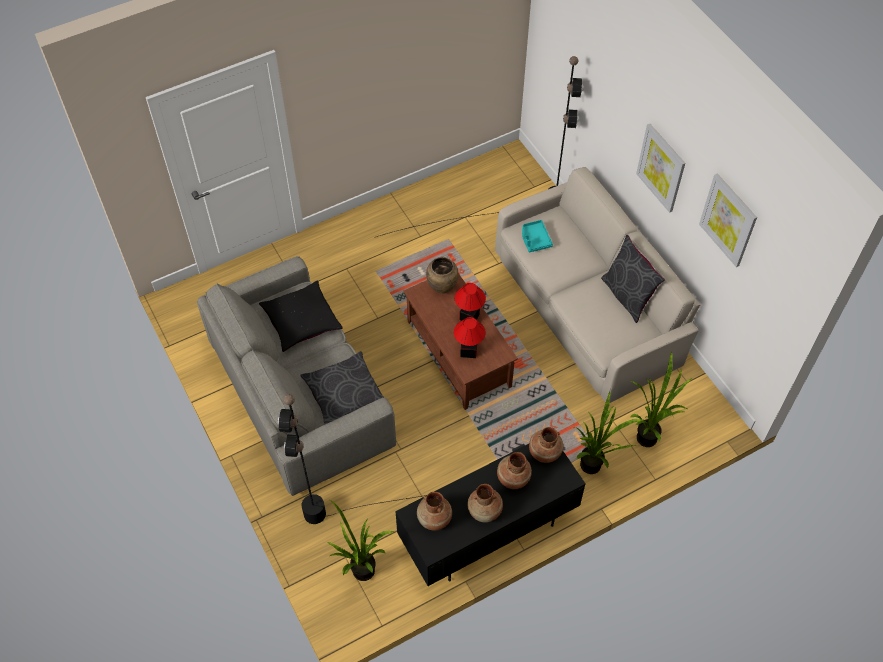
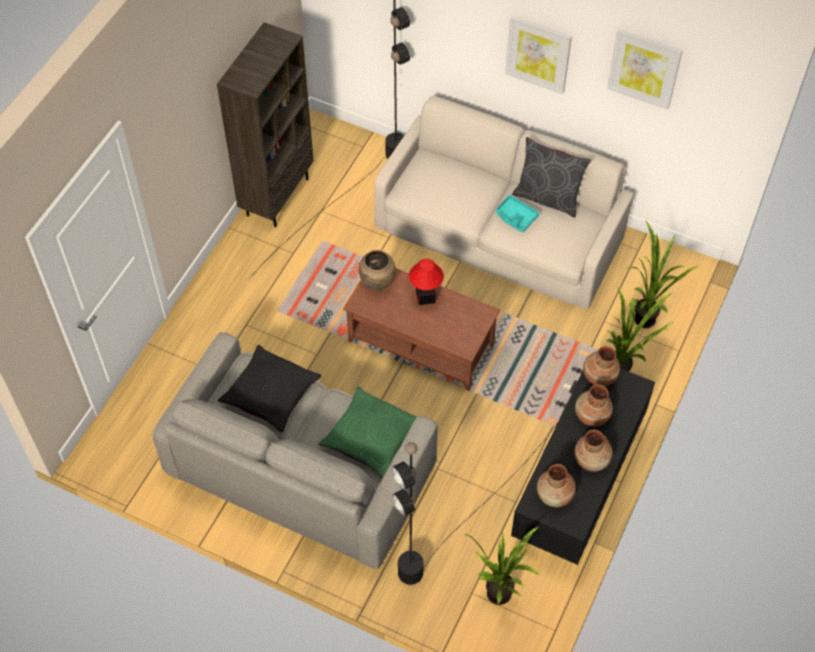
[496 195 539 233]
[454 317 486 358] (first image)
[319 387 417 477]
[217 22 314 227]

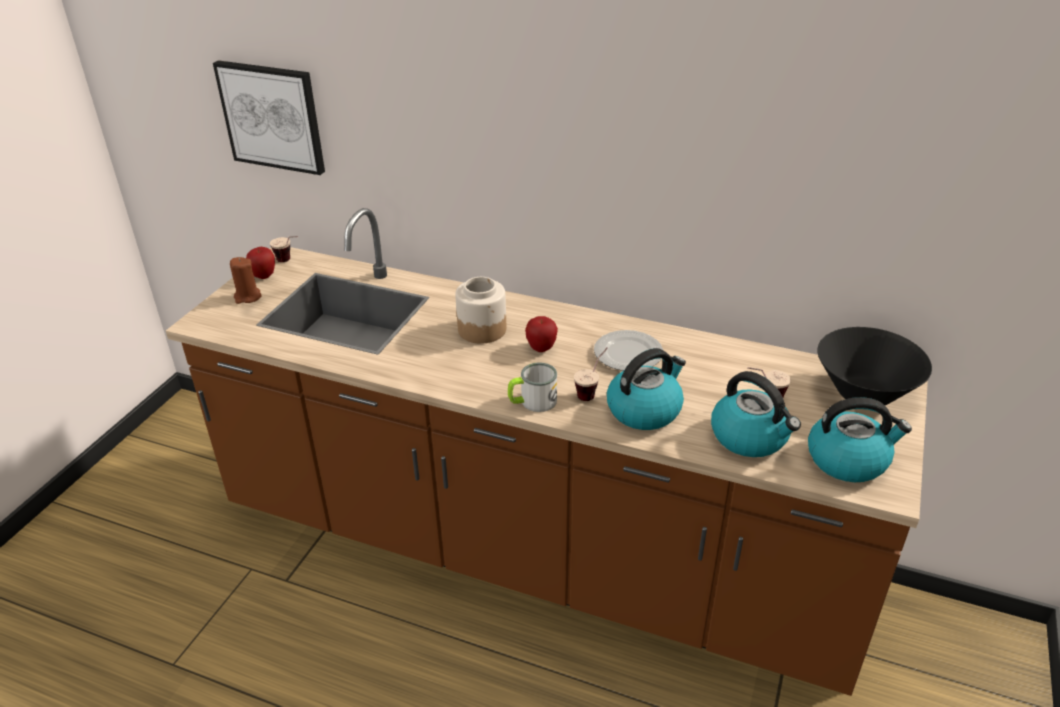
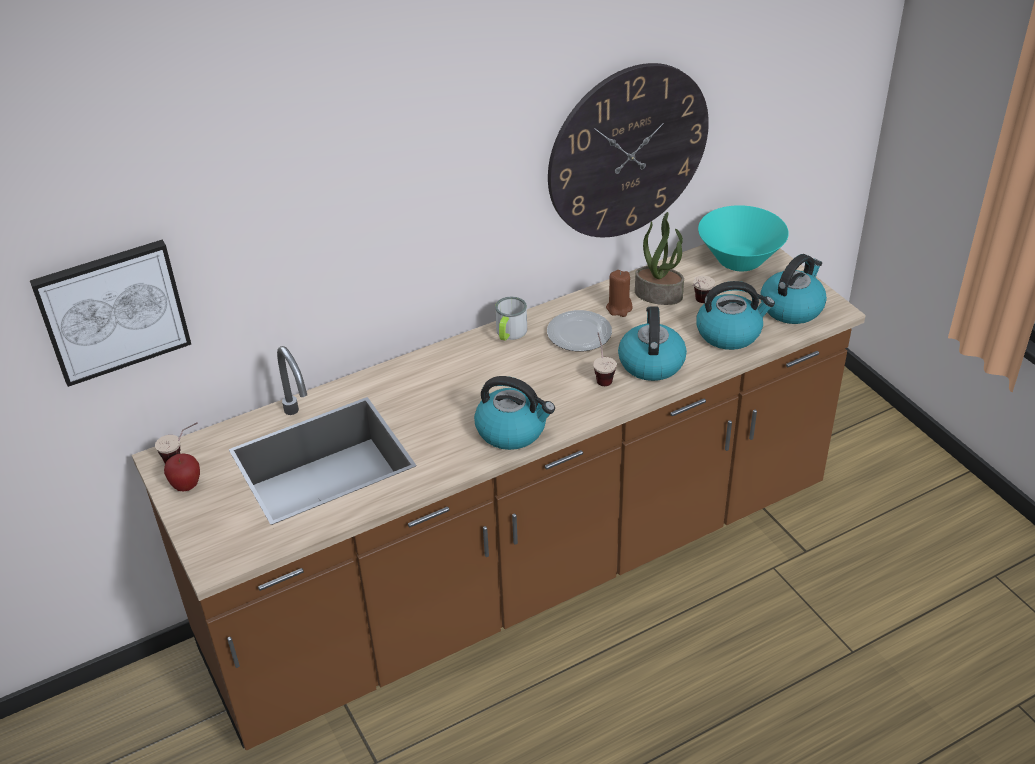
[606 270 633 317]
[455 277 506 344] (first image)
[525 316 558 352] (first image)
[698 205 789 271]
[495 296 527 341]
[548 63 709 237]
[635 212 684 305]
[474 376 555 450]

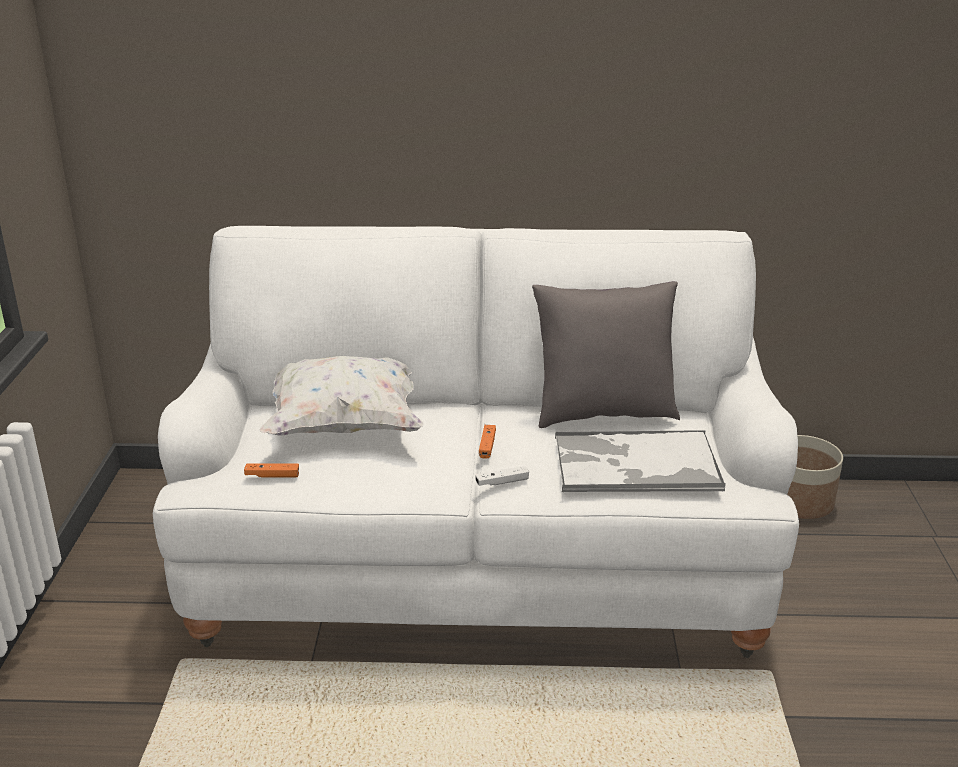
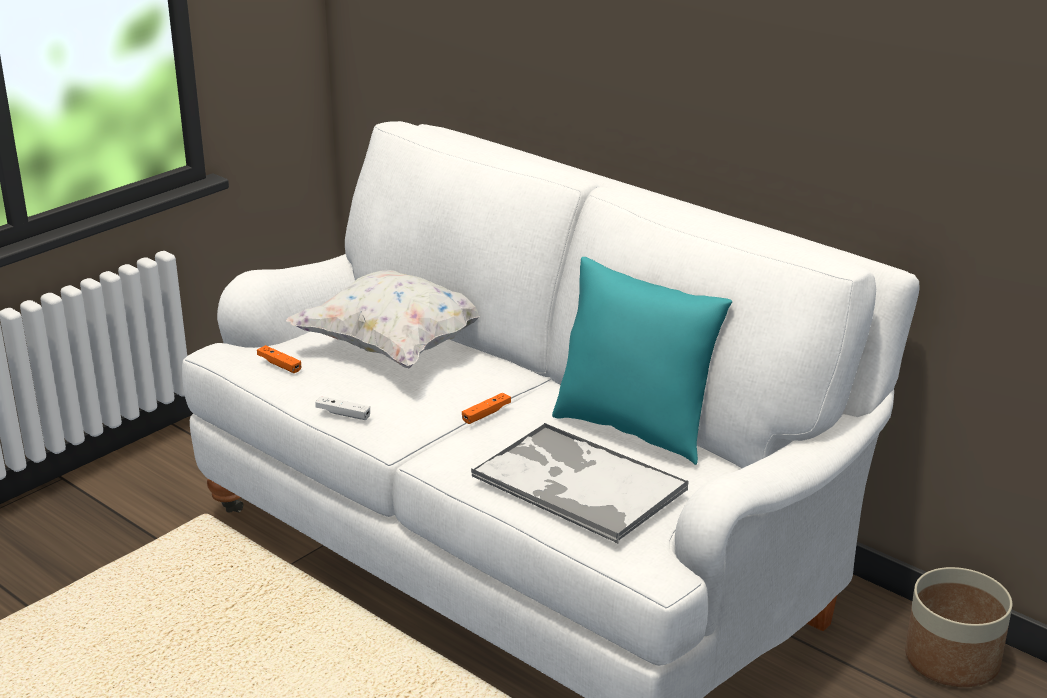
[552 257 732 465]
[315 396 370 420]

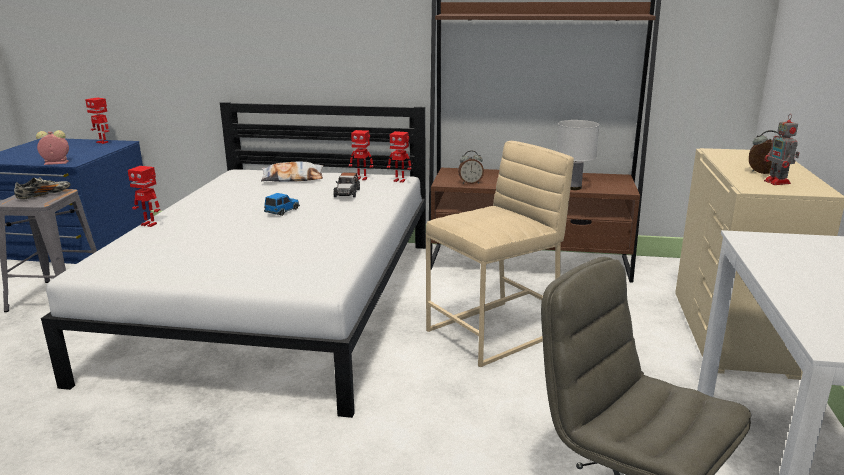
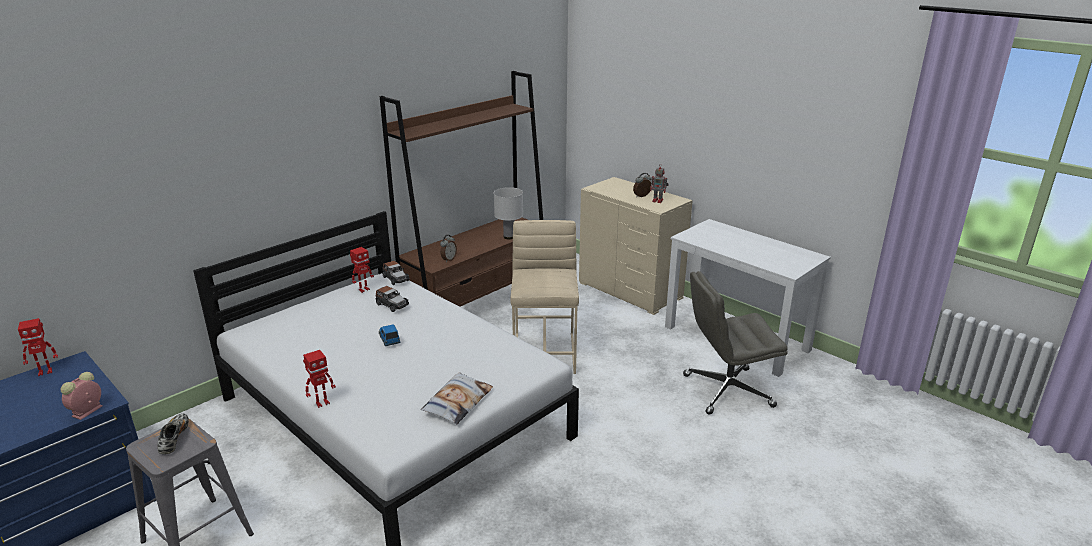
[383 261 410 285]
[421 372 493 424]

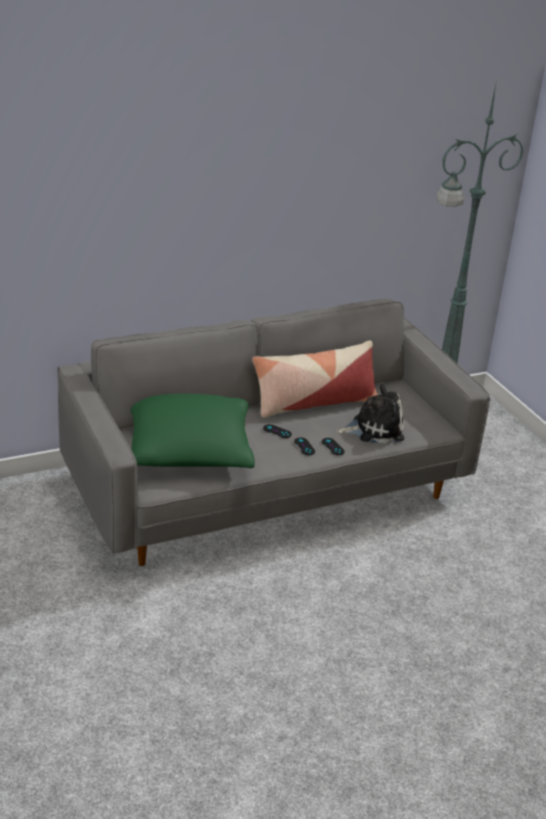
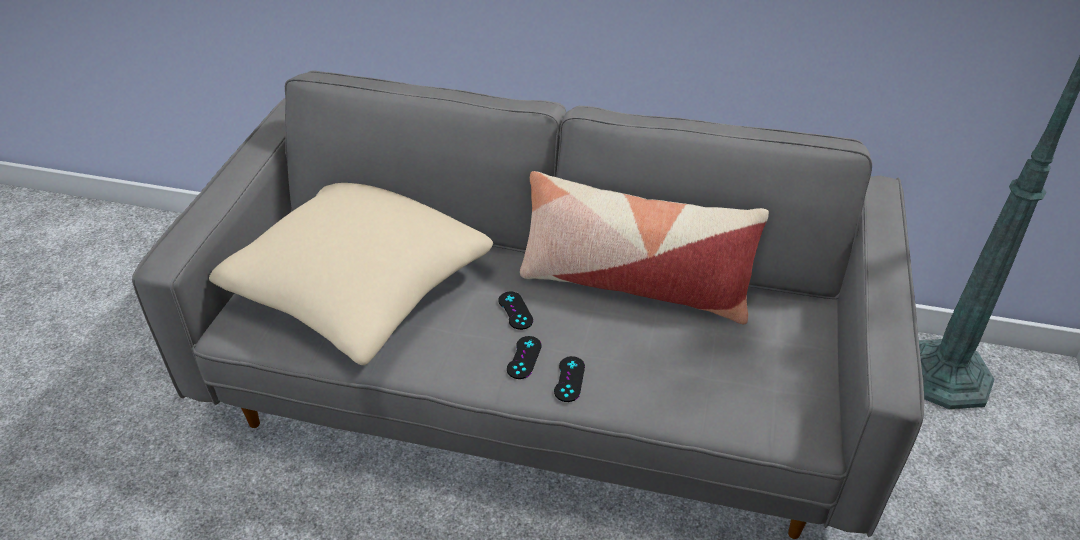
[336 384 404 444] (first image)
[209 183 493 365]

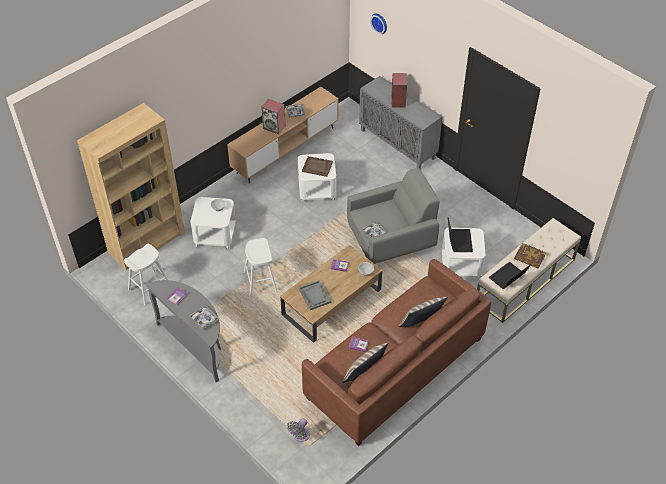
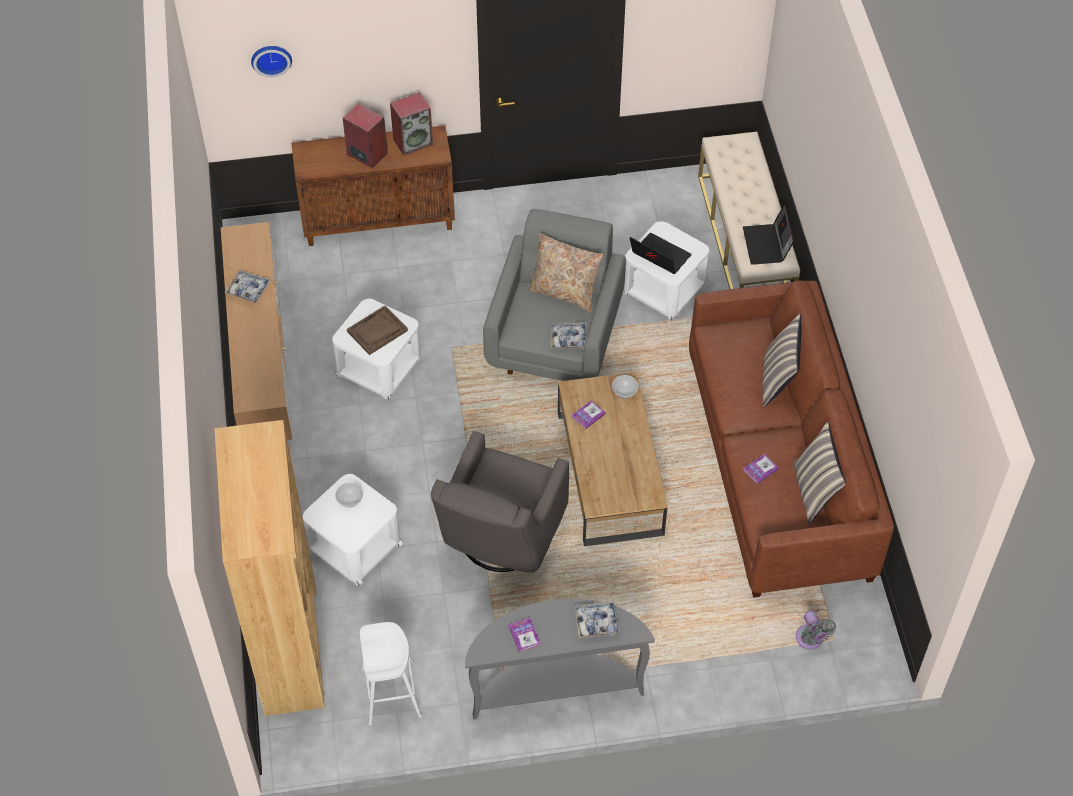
[291 126 455 246]
[390 92 433 156]
[431 431 569 573]
[514 243 546 268] (first image)
[299 280 331 310] (first image)
[528 233 603 312]

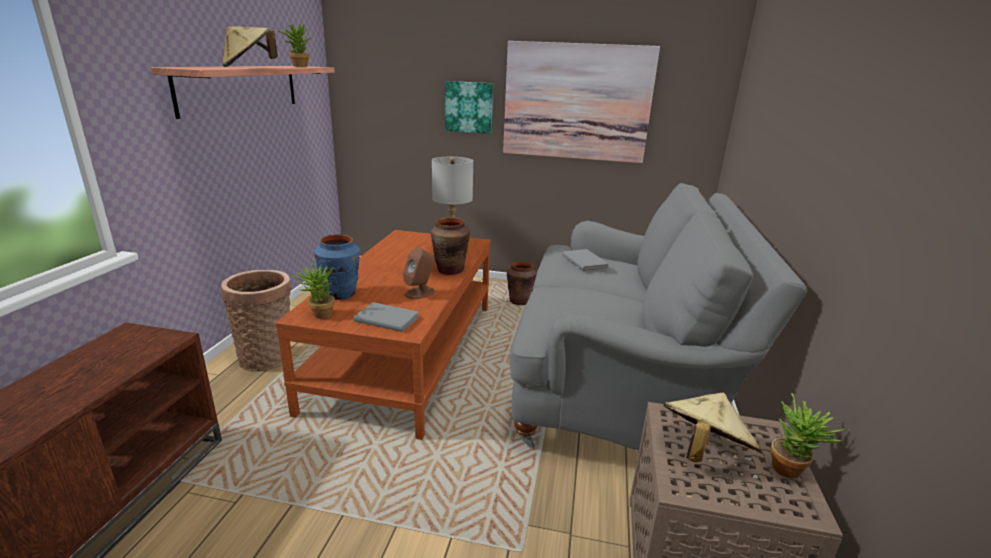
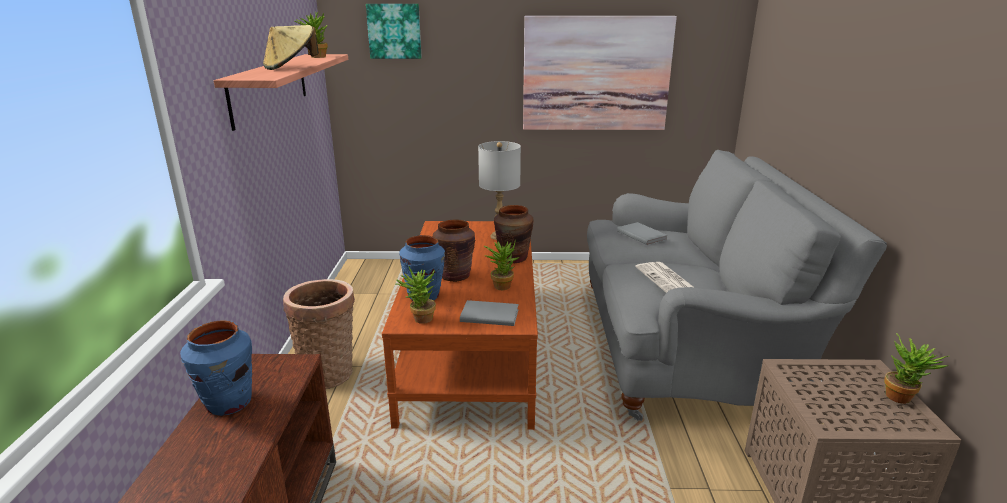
[366 4 422 59]
[484 239 519 290]
[433 219 475 282]
[663 393 761 462] (first image)
[635 262 695 293]
[180 320 252 416]

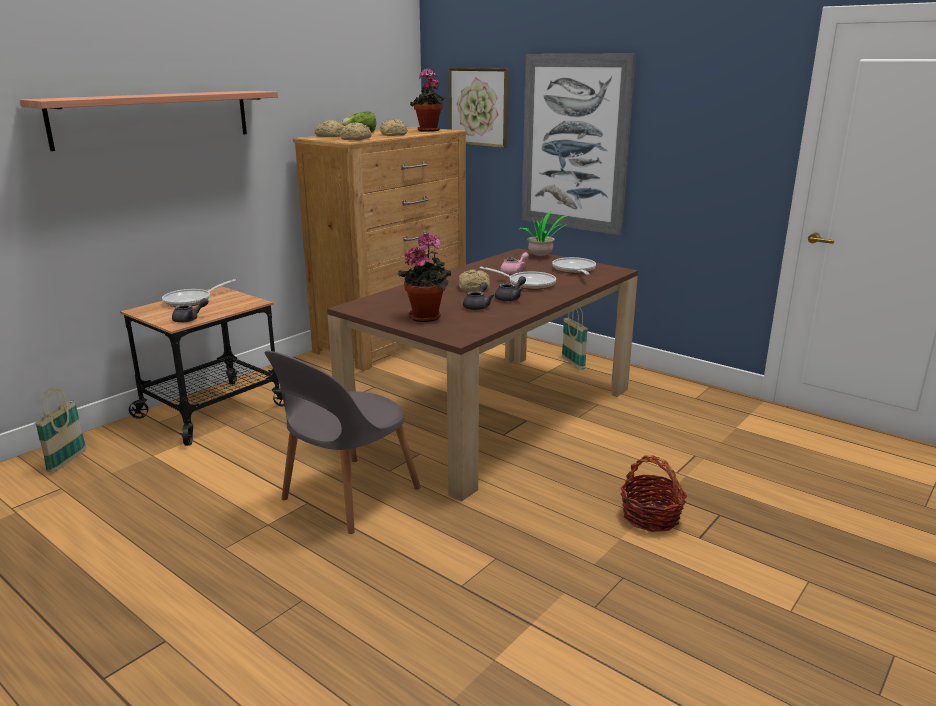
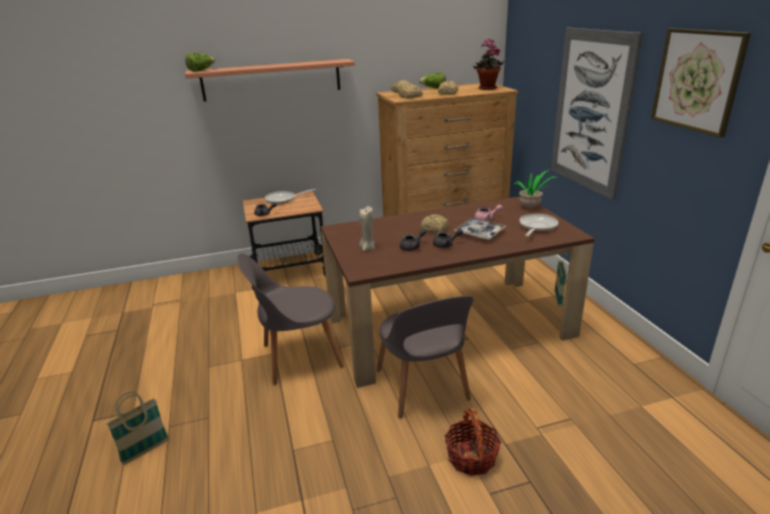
[651 28 751 138]
[359 206 375 251]
[453 218 506 239]
[106 392 169 465]
[185 53 215 72]
[377 296 474 419]

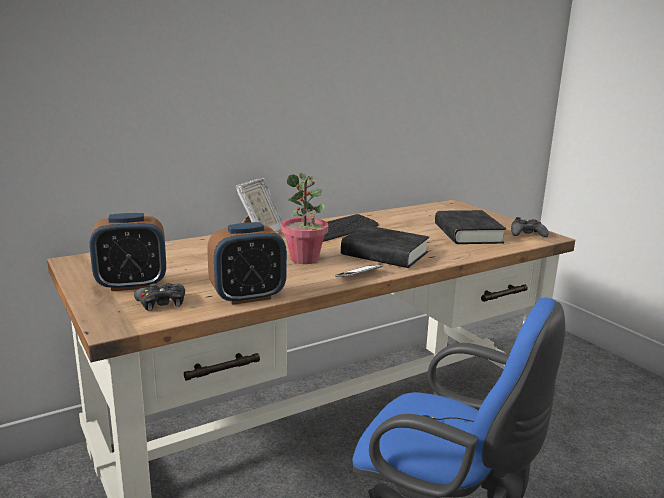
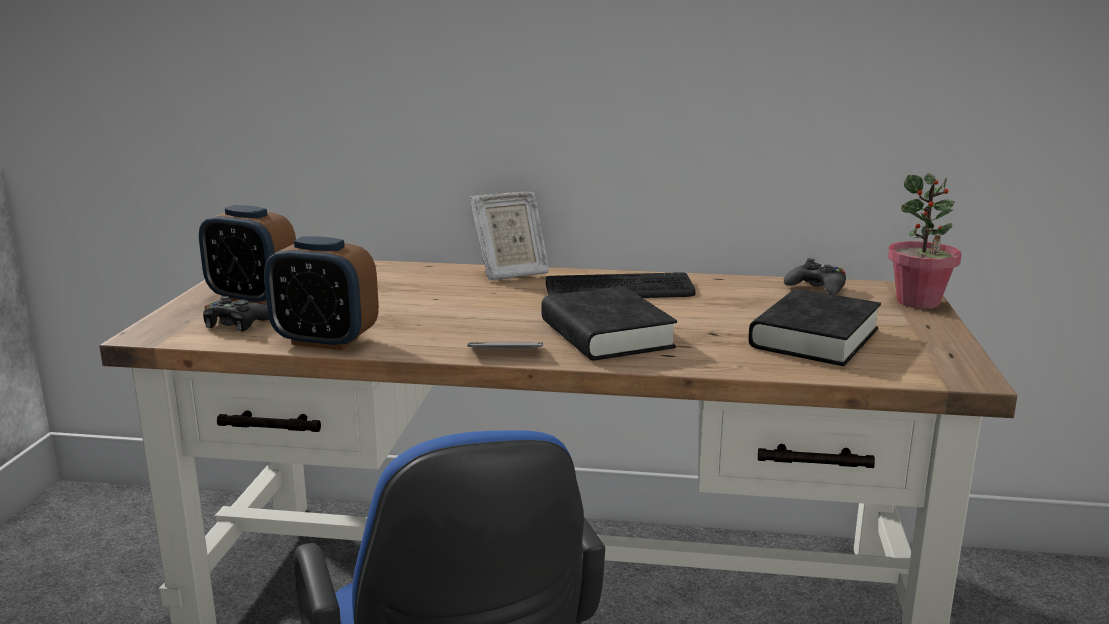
[888 173 962 309]
[784 258 846 295]

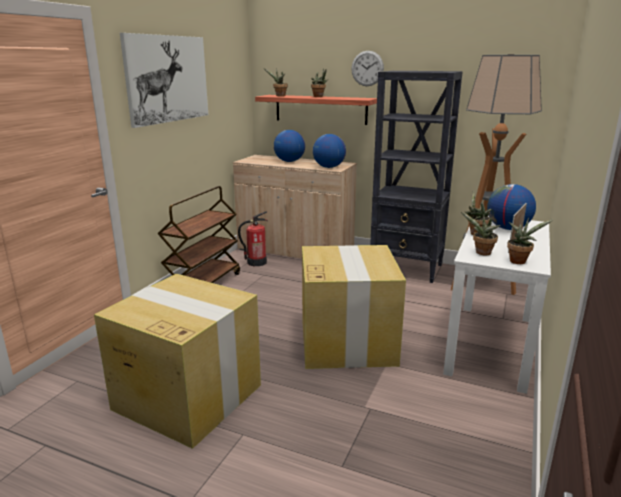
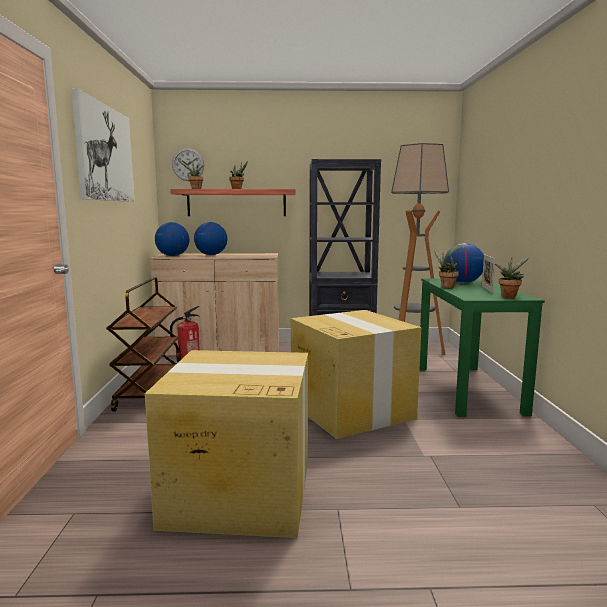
[172 148 204 181]
[155 222 189 256]
[461 212 501 255] (first image)
[419 278 545 417]

